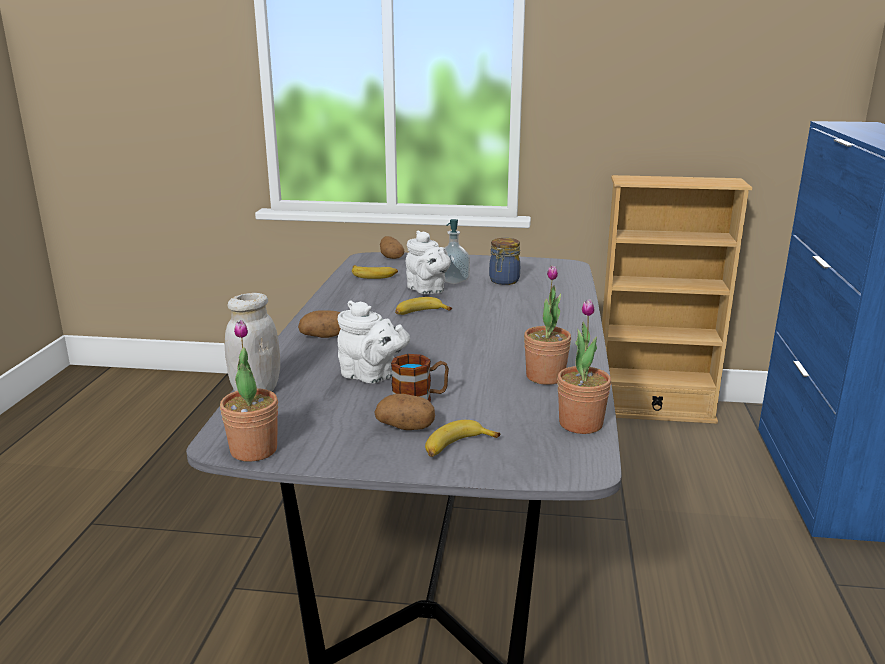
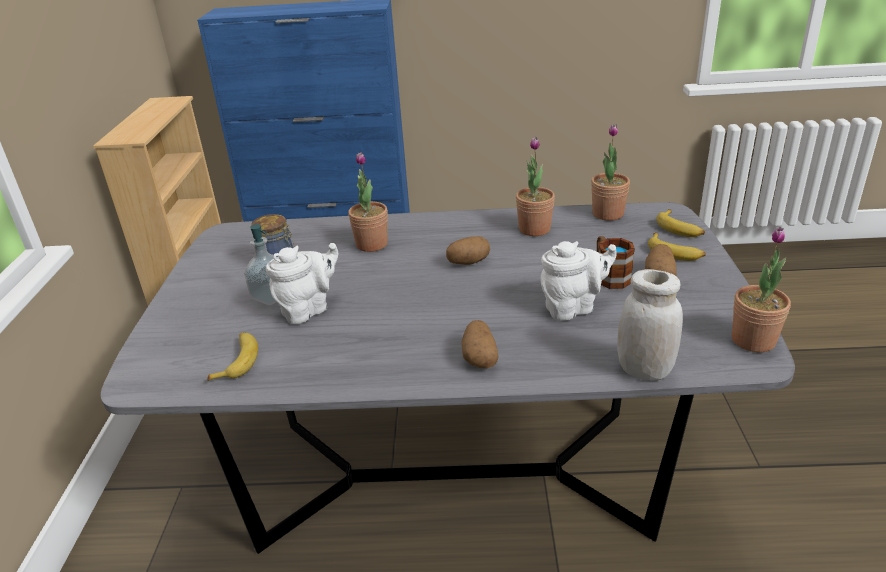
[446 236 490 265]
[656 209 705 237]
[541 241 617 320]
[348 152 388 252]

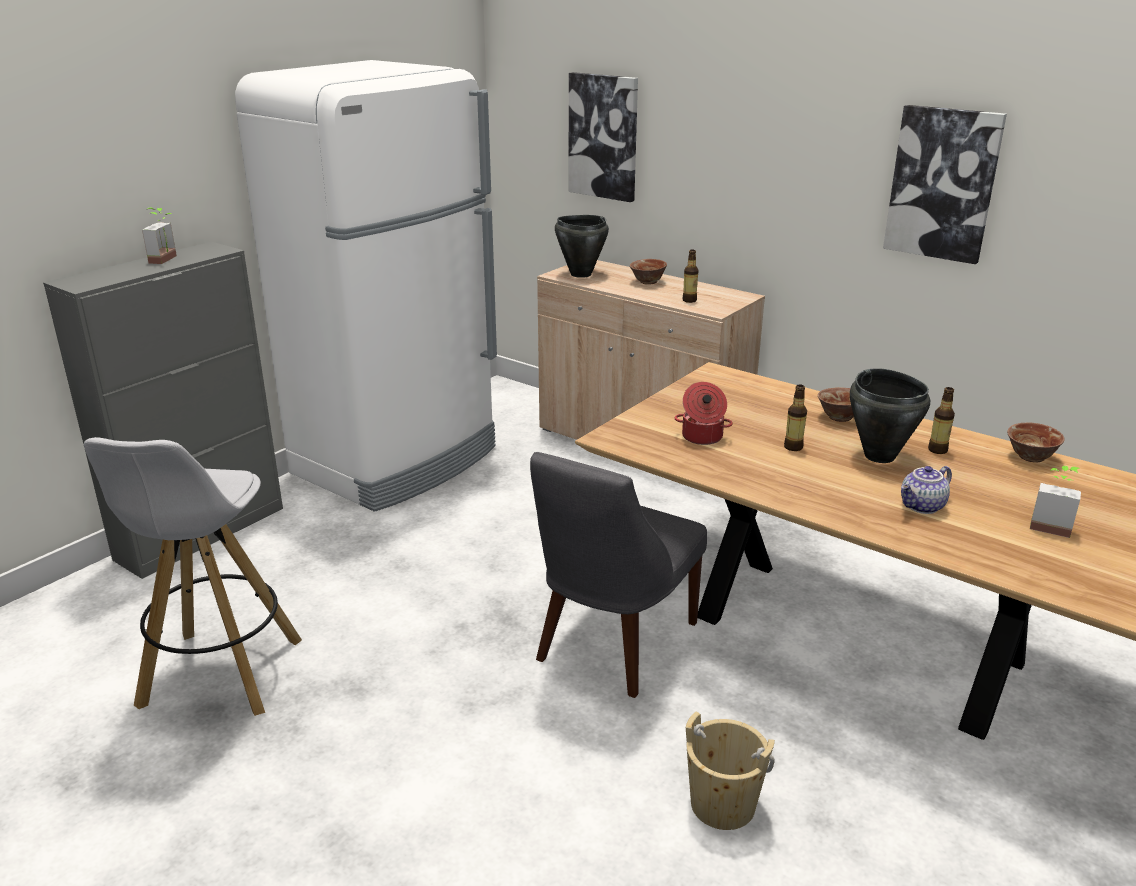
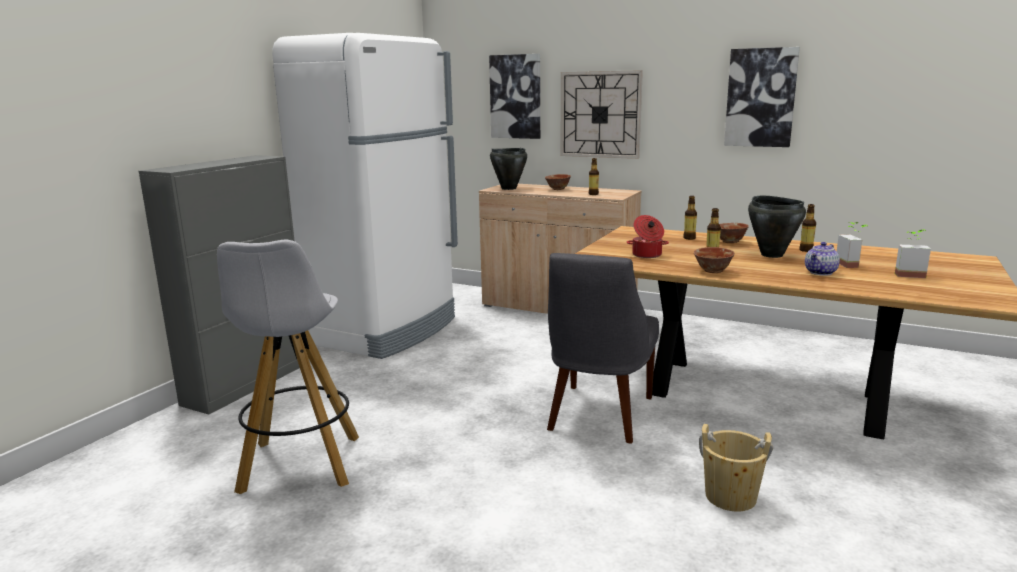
[837 222 868 268]
[694 247 735 273]
[560 70 643 159]
[683 196 697 240]

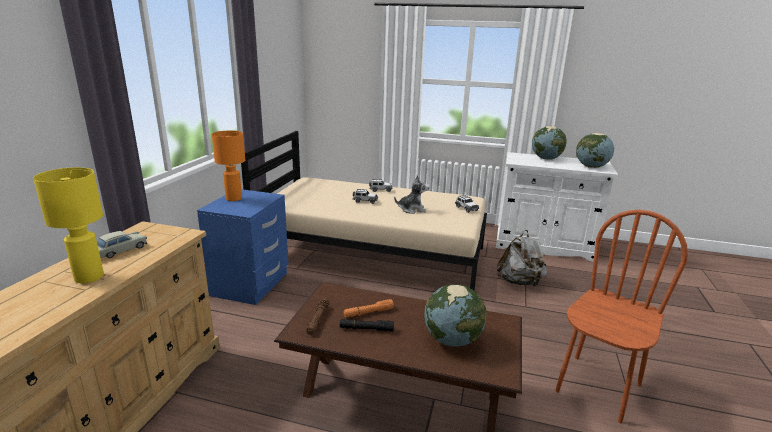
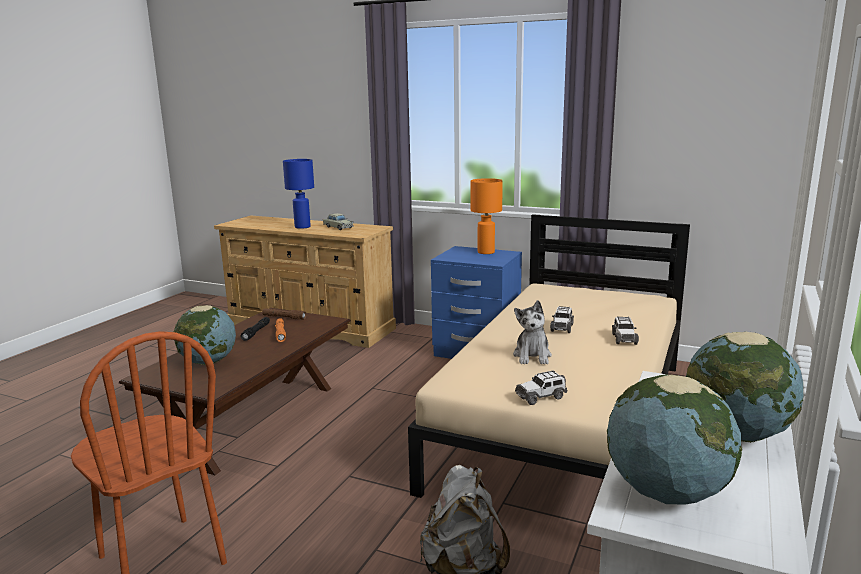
[283 159 314 229]

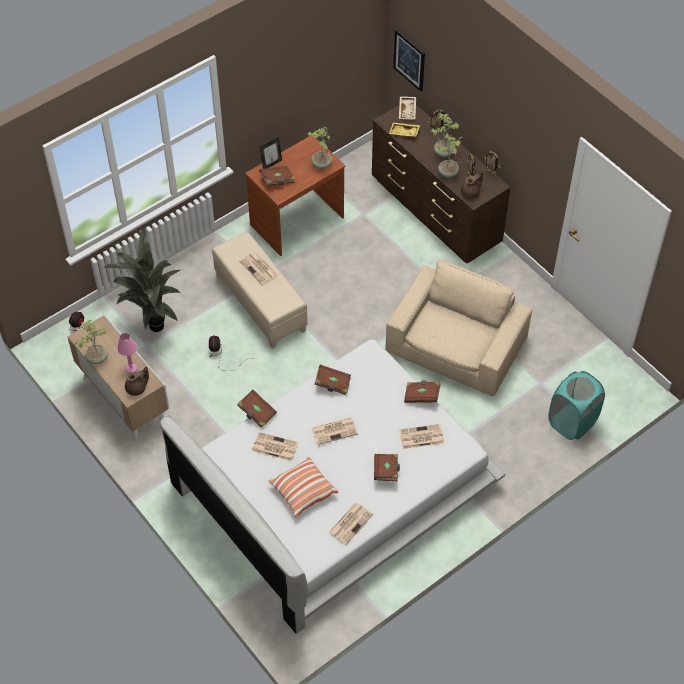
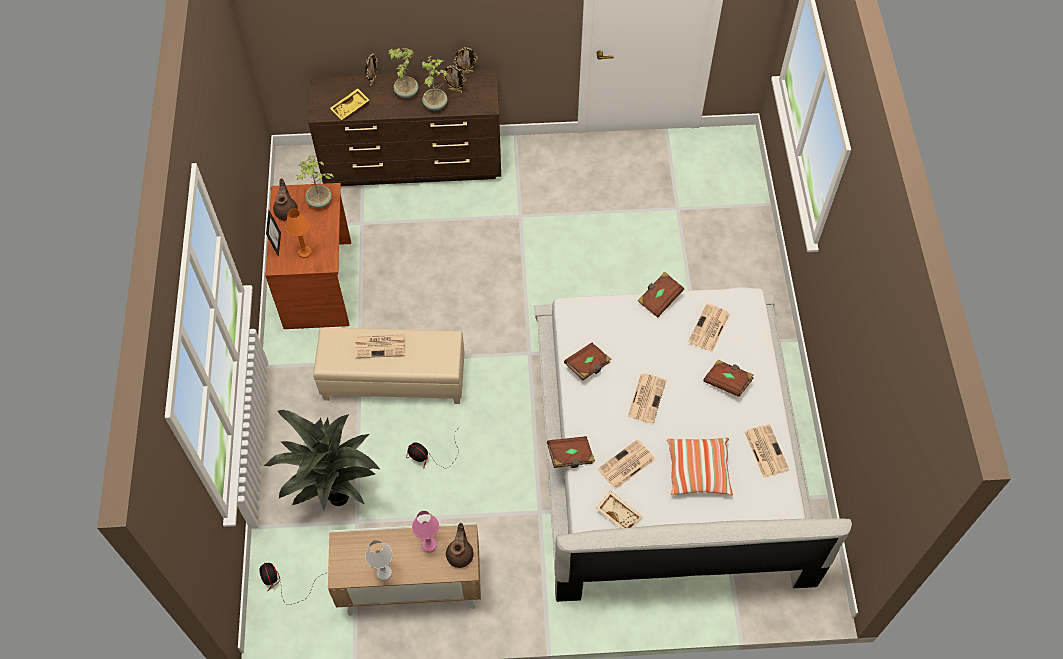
[393 29 425 92] (first image)
[596 491 643 528]
[285 208 312 258]
[273 178 298 220]
[385 259 532 396] (first image)
[365 540 393 581]
[548 371 605 440] (first image)

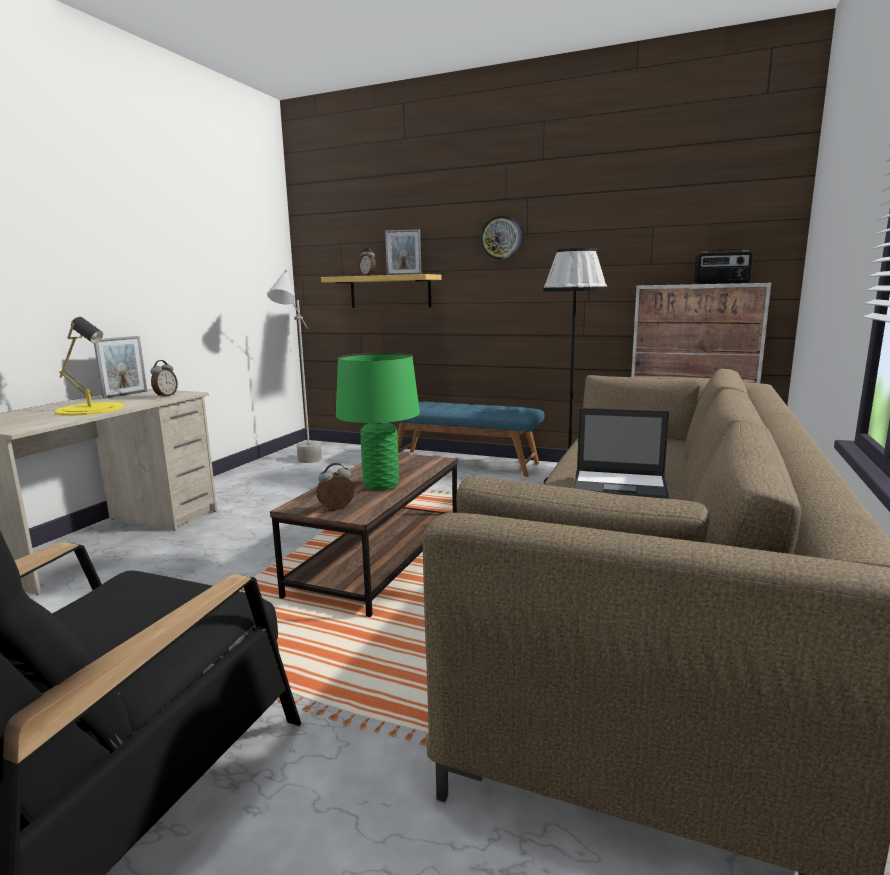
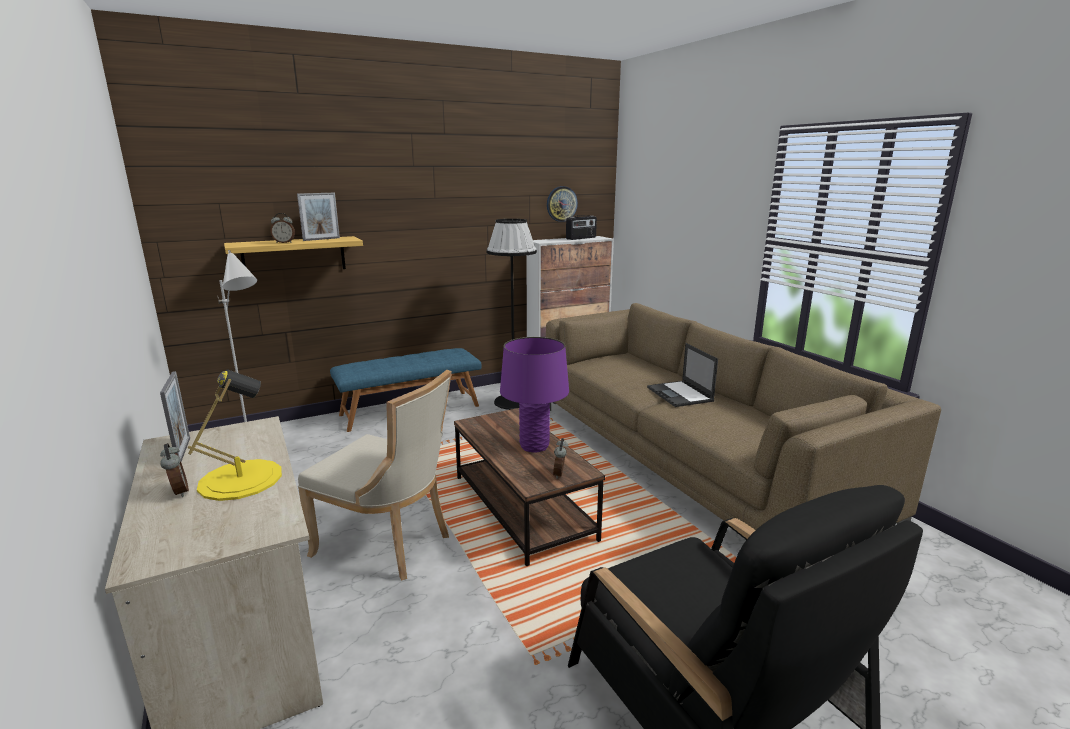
[547 186 578 222]
[500 337 569 453]
[160 443 189 497]
[647 343 718 407]
[298 370 452 581]

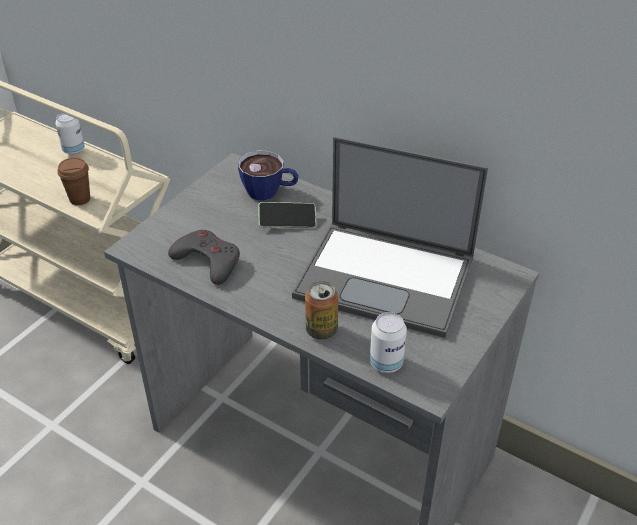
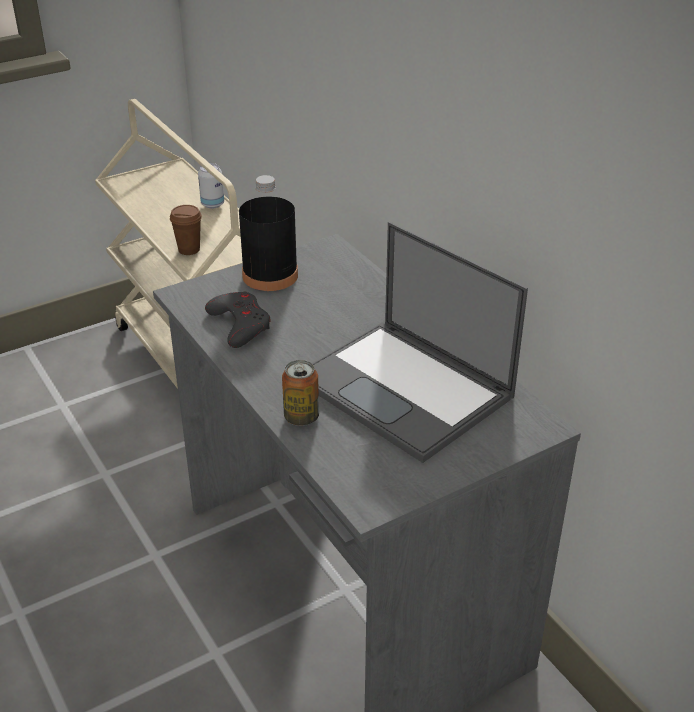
[238 150 299 201] (first image)
[258 202 316 228] (first image)
[370 312 407 373] (first image)
[239 175 298 291]

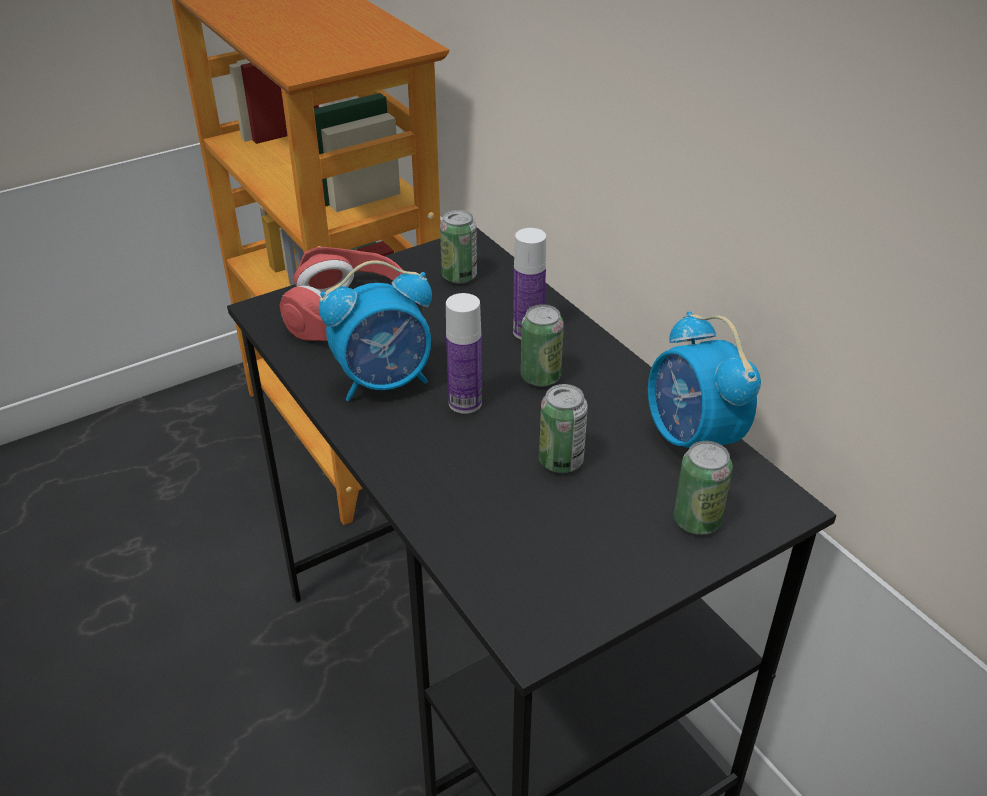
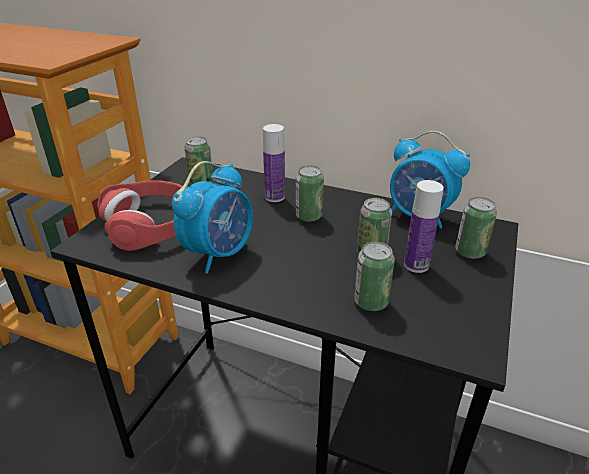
[404 180 444 273]
[354 241 395 311]

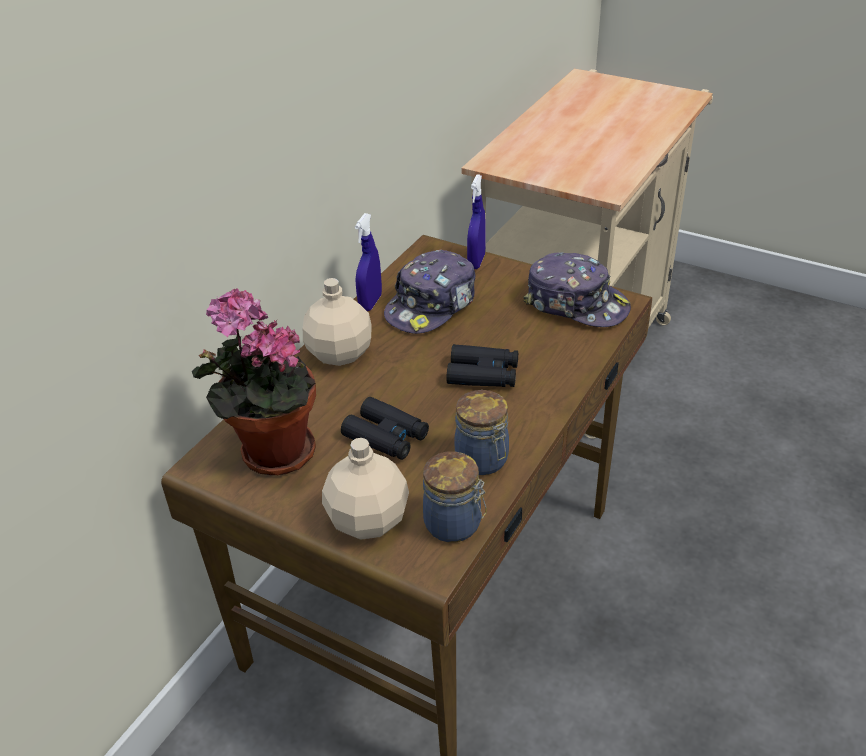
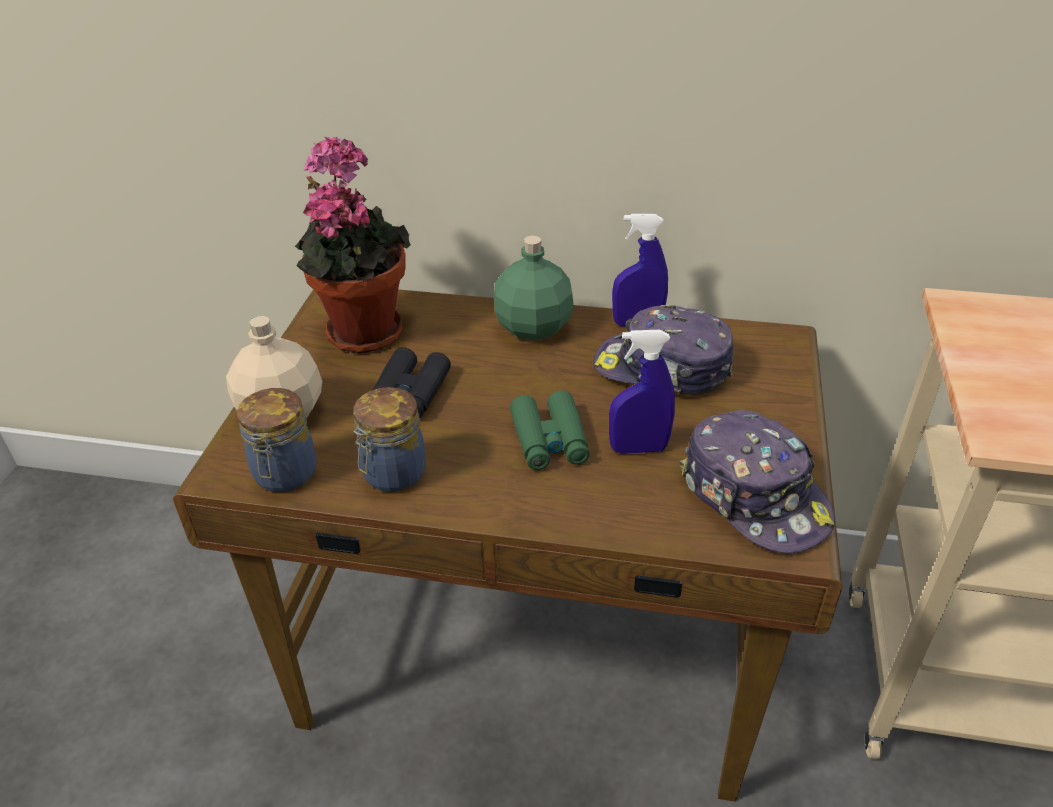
[609 330 675 454]
[679 410 835 553]
[494 236 574 340]
[510 390 590 470]

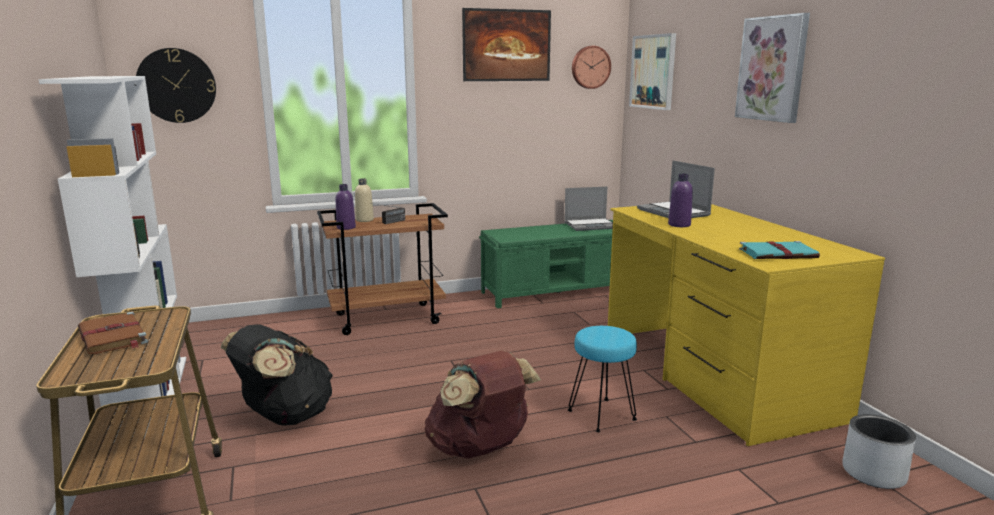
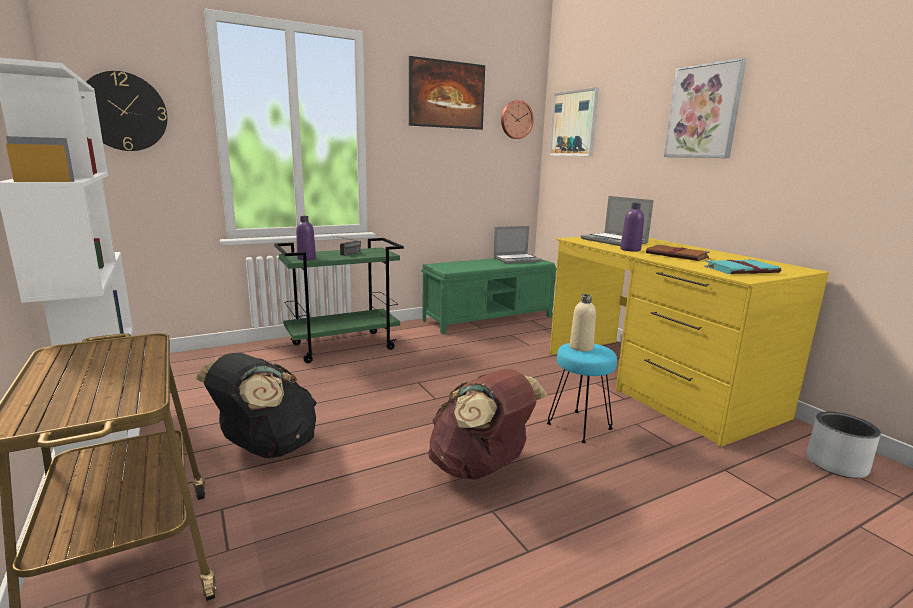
[570 294 596 351]
[274 238 404 363]
[646 244 710 261]

